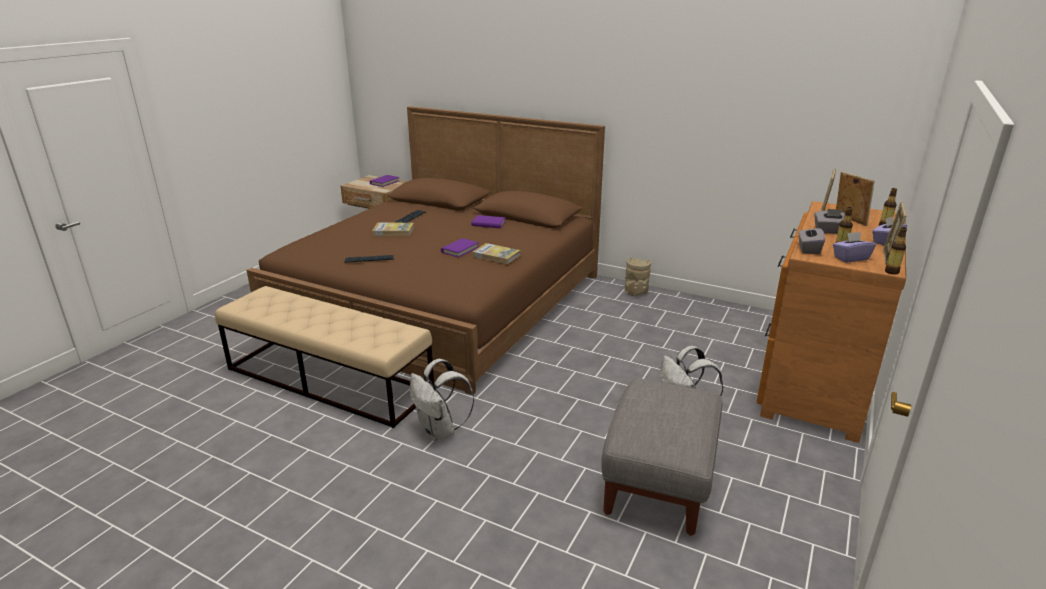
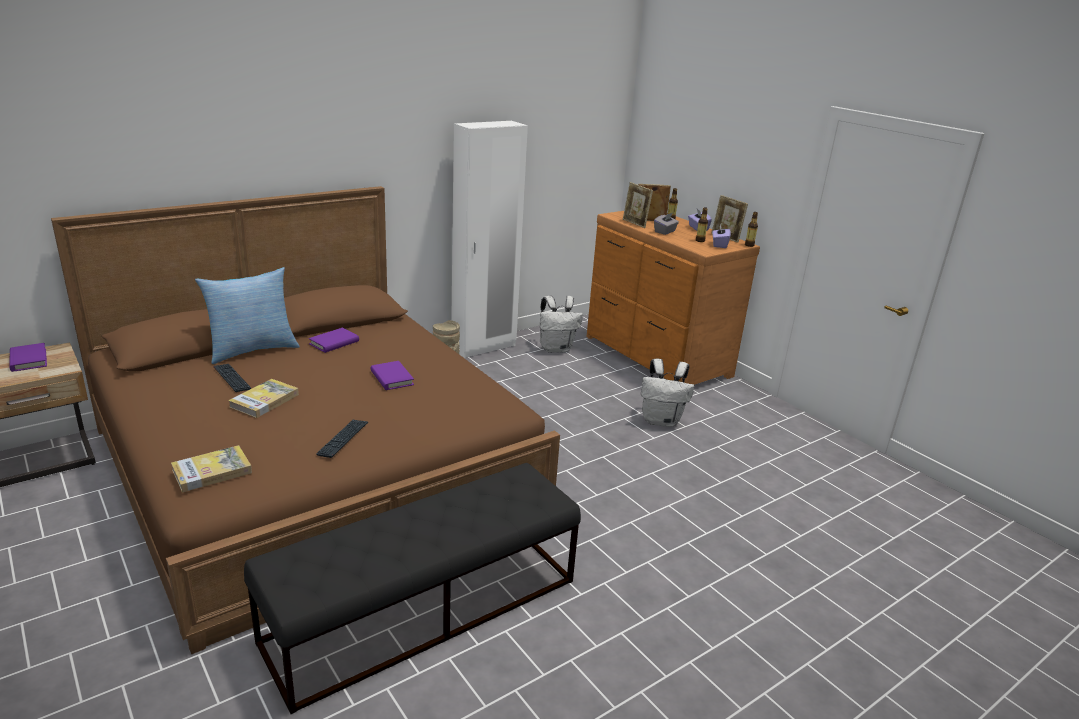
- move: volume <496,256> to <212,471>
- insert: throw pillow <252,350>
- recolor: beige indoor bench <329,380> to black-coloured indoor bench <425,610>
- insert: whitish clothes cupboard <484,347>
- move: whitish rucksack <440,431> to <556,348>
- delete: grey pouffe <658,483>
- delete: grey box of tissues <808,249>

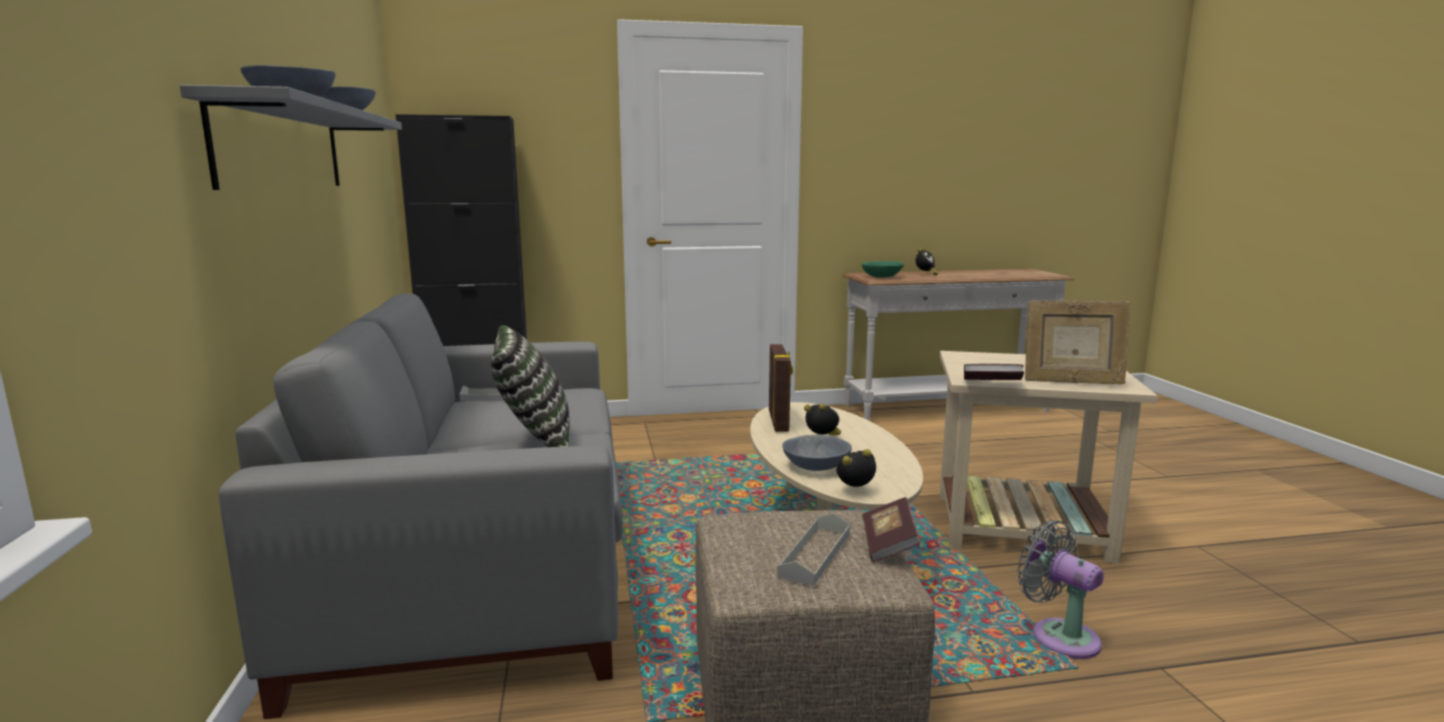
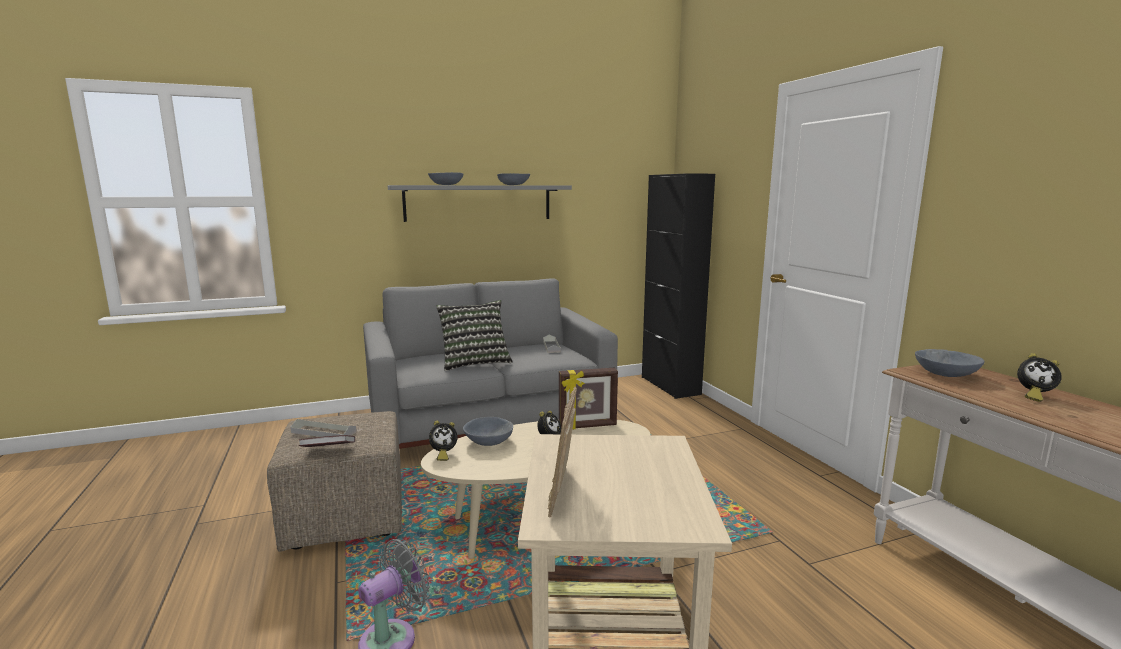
- rotate: bedside clock <856,491> = <443,455> 90 degrees clockwise
- recolor: green-coloured deep dish <882,277> to grey deep dish <945,374>
- delete: volume <992,385>

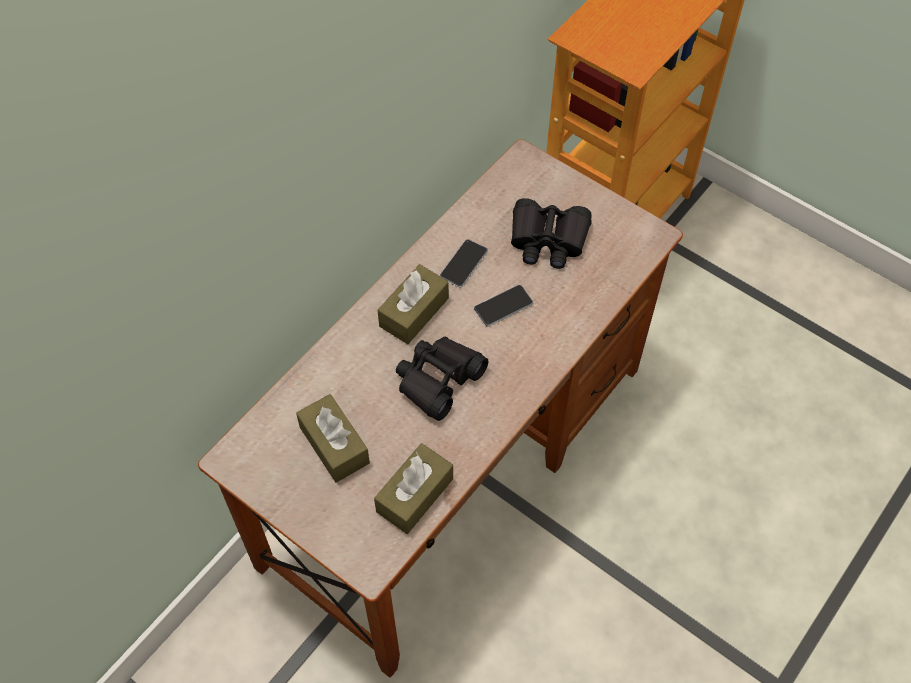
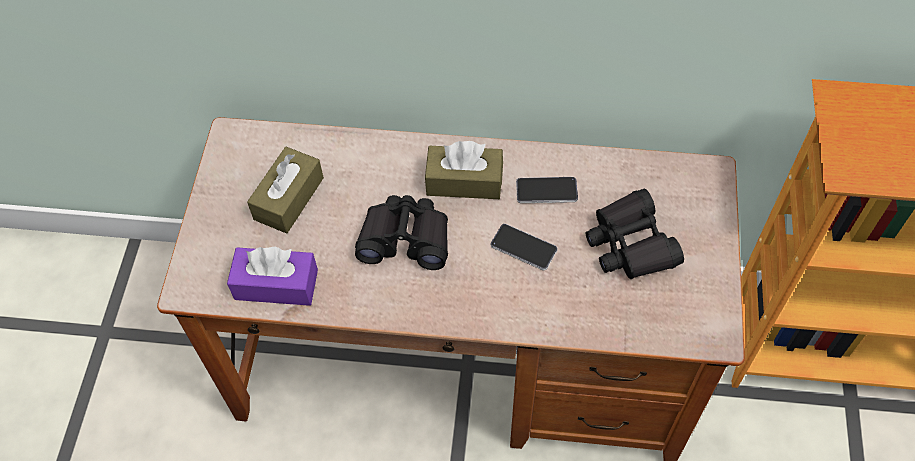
- recolor: brownish box of tissues <414,495> to purplish box of tissues <276,284>

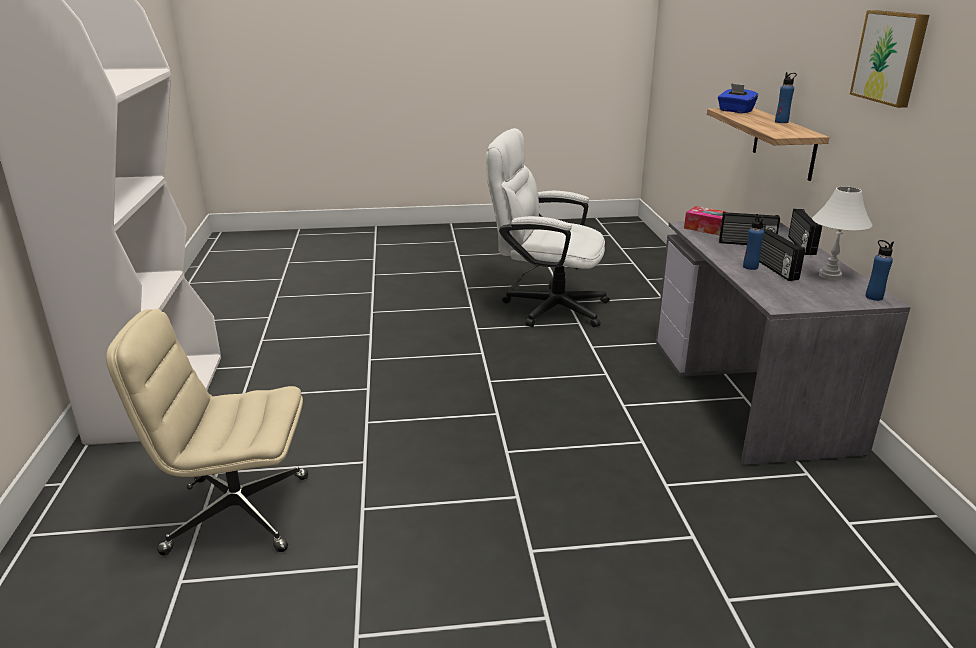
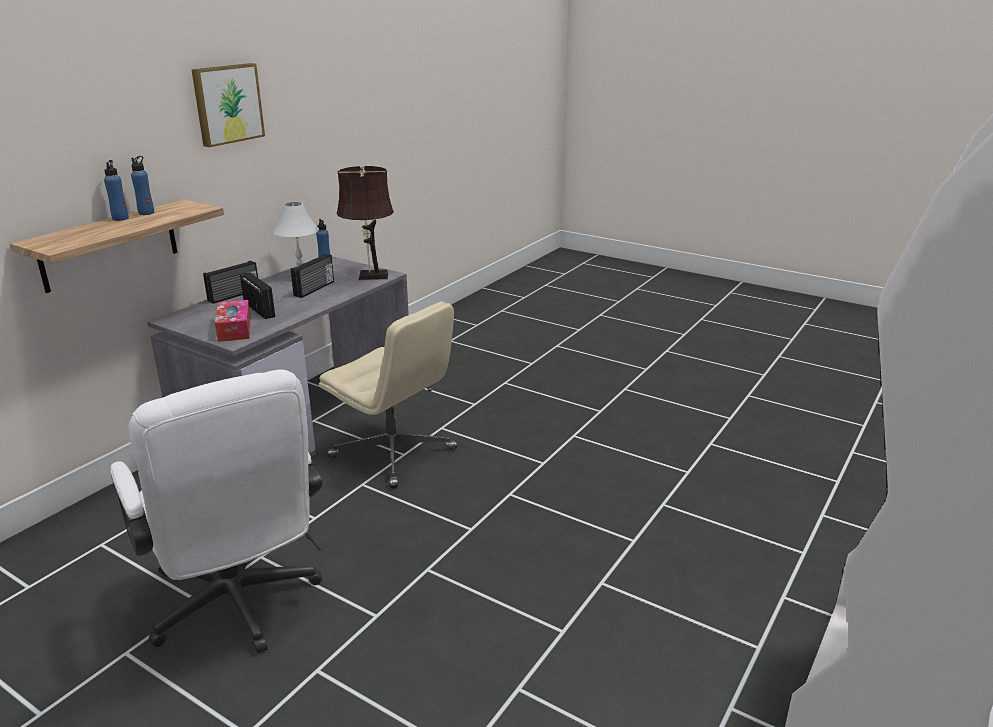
- move: blue beverage bottle <750,267> to <146,213>
- move: beige desk chair <236,514> to <394,454>
- insert: brownish tabletop lamp <370,276>
- delete: blue box of tissues <735,111>

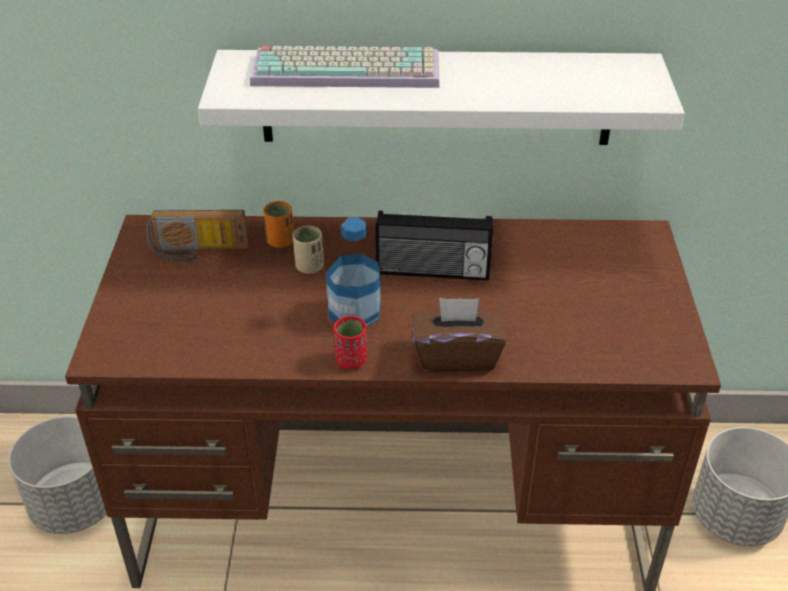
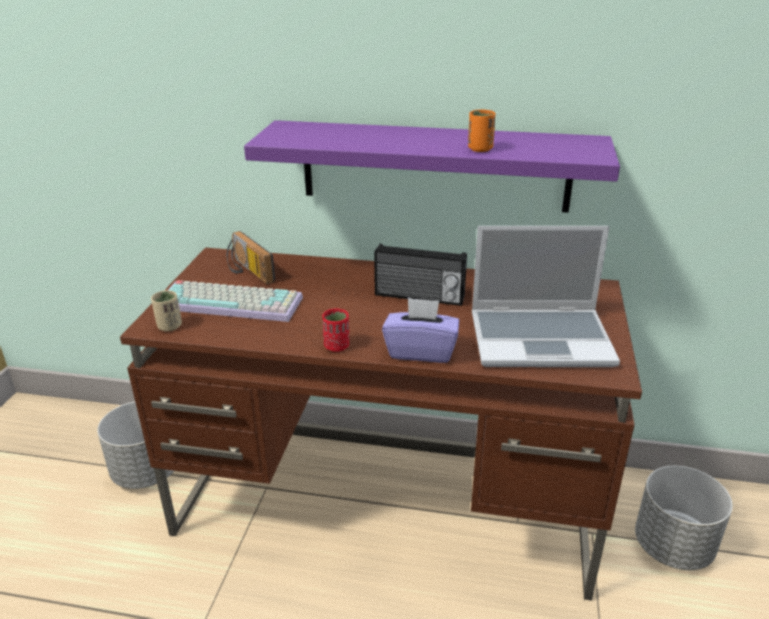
- move: beige drinking cup <309,267> to <169,326>
- move: computer keyboard <349,69> to <232,302>
- rotate: radio set <198,251> = <247,271> 45 degrees clockwise
- recolor: whitish shelf <437,97> to purplish shelf <434,166>
- recolor: brownish box of tissues <456,356> to purplish box of tissues <421,351>
- move: orangey drinking cup <280,241> to <480,149>
- insert: laptop <541,339>
- delete: beverage bottle <354,312>

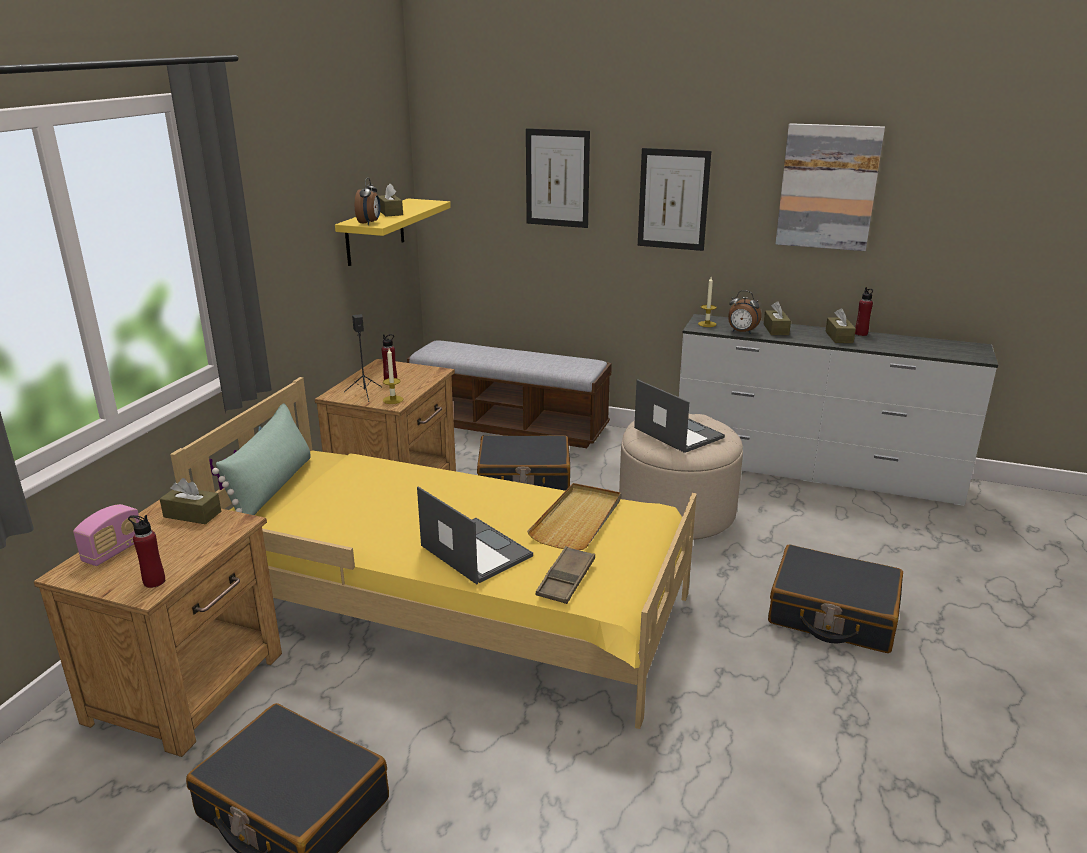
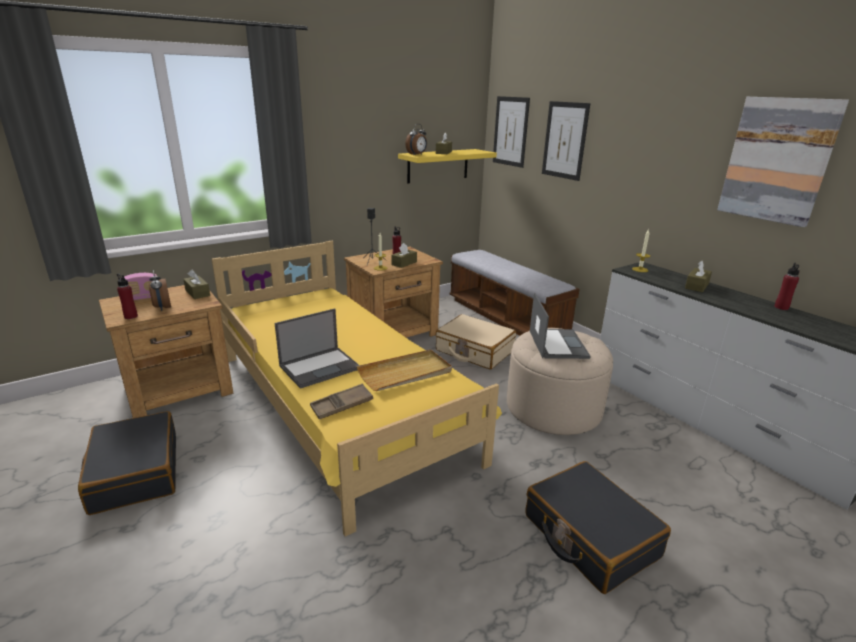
- move: bedside clock <741,332> to <162,308>
- rotate: laptop <474,551> = <320,367> 60 degrees clockwise
- move: brownish box of tissues <839,337> to <404,263>
- recolor: black-coloured piece of luggage <524,479> to beige piece of luggage <474,351>
- move: wall art <673,199> to <510,131>
- delete: green-coloured throw pillow <272,487>

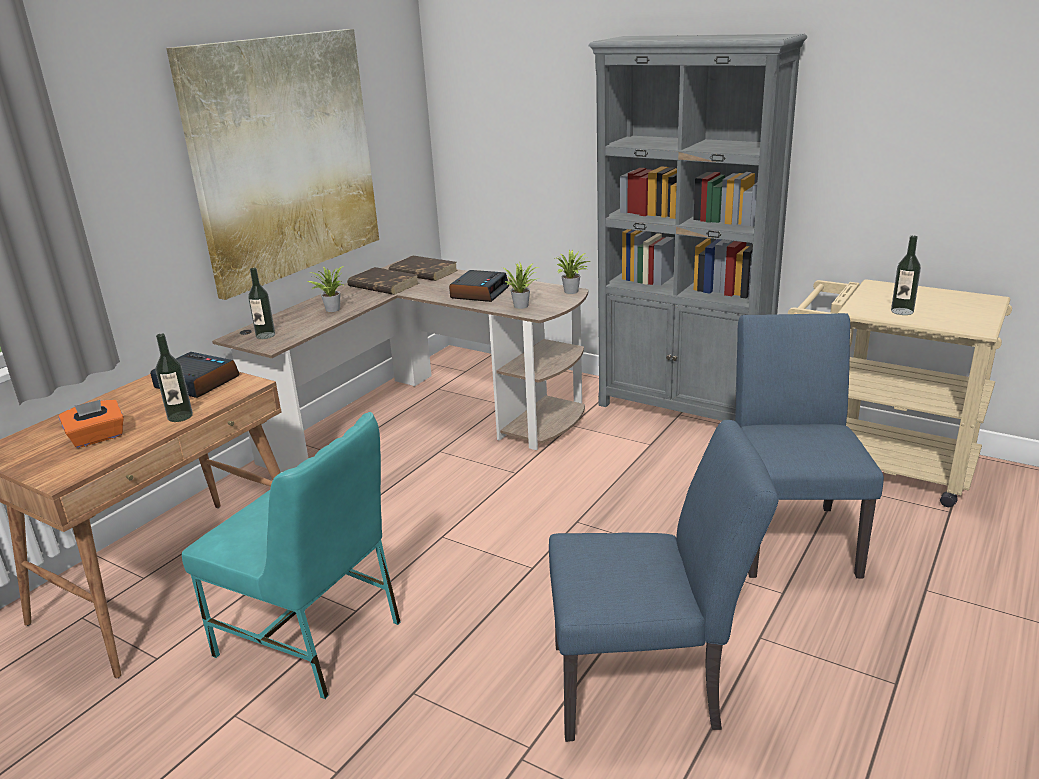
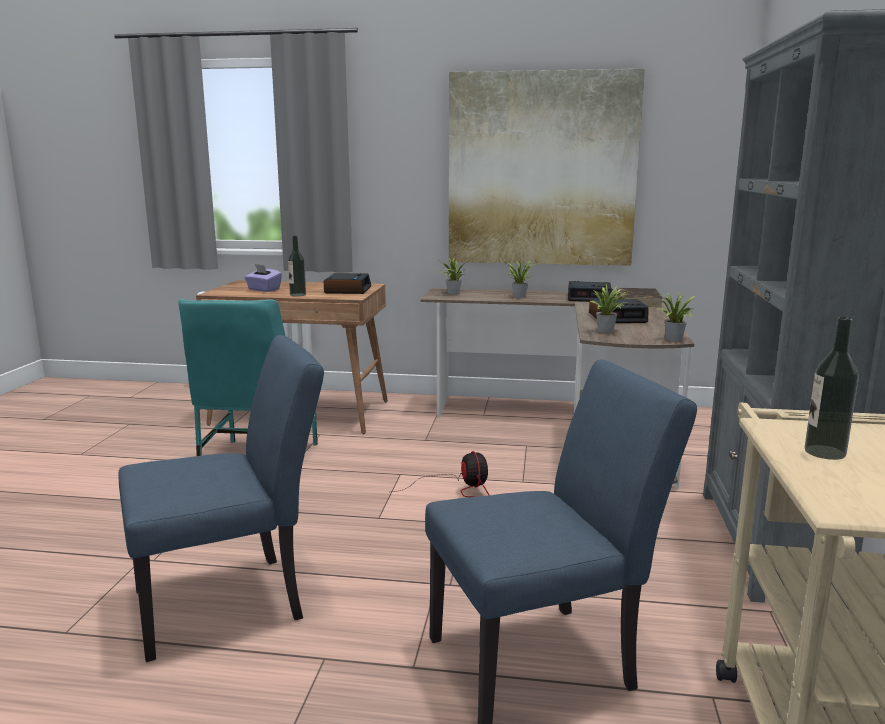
- rotate: blue plain chair <649,685> = <233,601> 90 degrees counterclockwise
- recolor: orangey box of tissues <97,438> to purplish box of tissues <263,289>
- insert: fan <457,488>
- replace: beverage bottle <265,335> to plant in a pot <452,293>
- replace: brownish volume <383,285> to bedside clock <589,298>

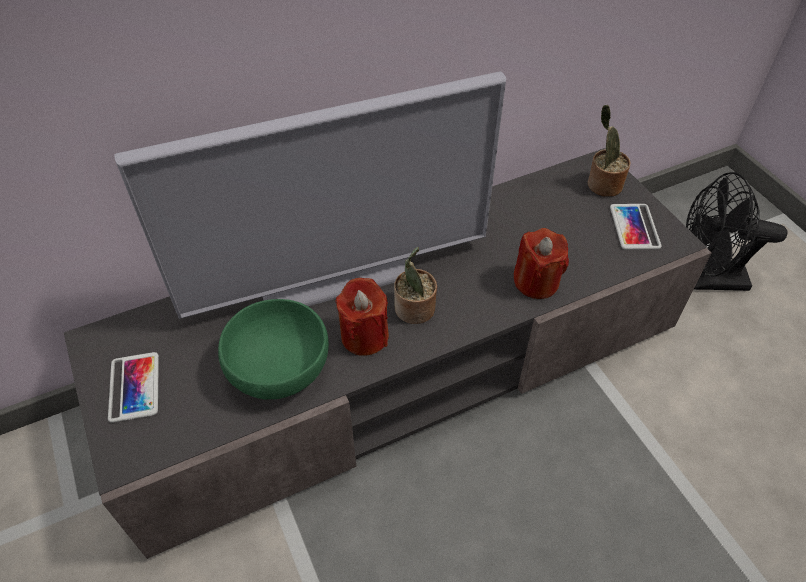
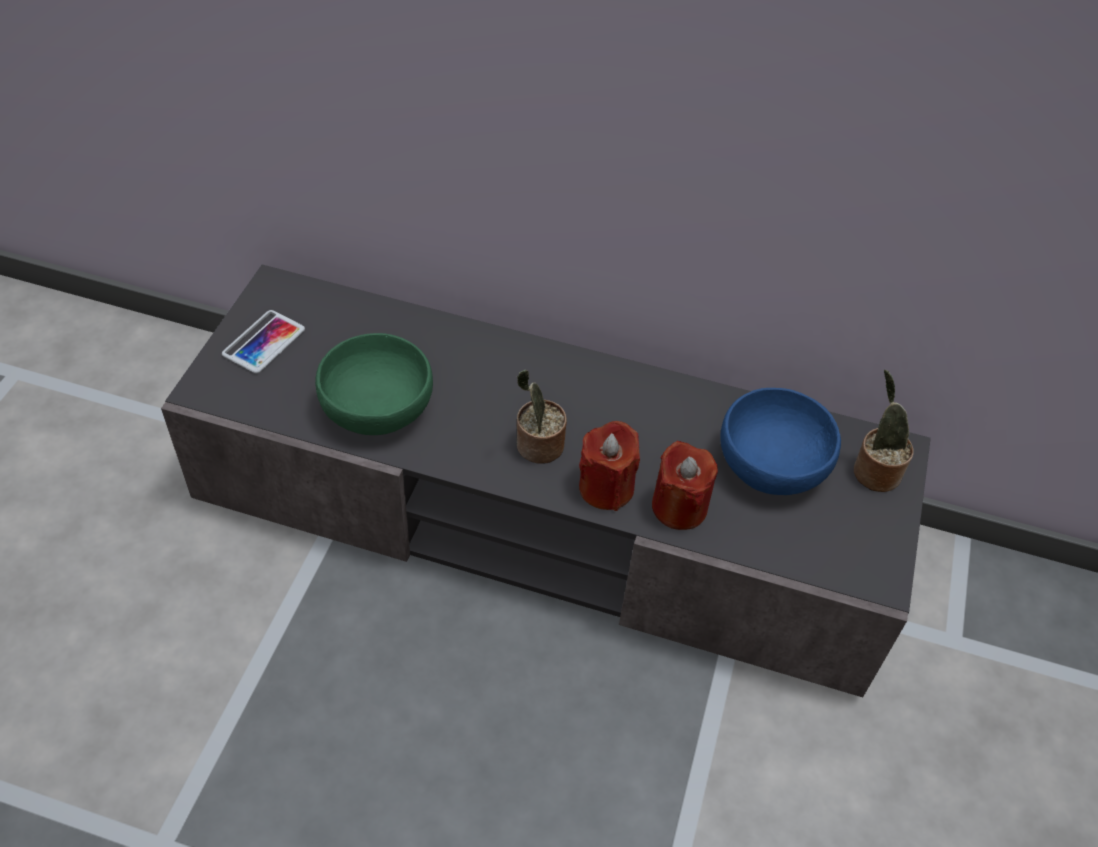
- move: reddish wax light <364,336> to <606,487>
- insert: blue deep dish <770,463>
- delete: television <336,276>
- delete: telephone <634,227>
- delete: black-coloured fan <706,279>

